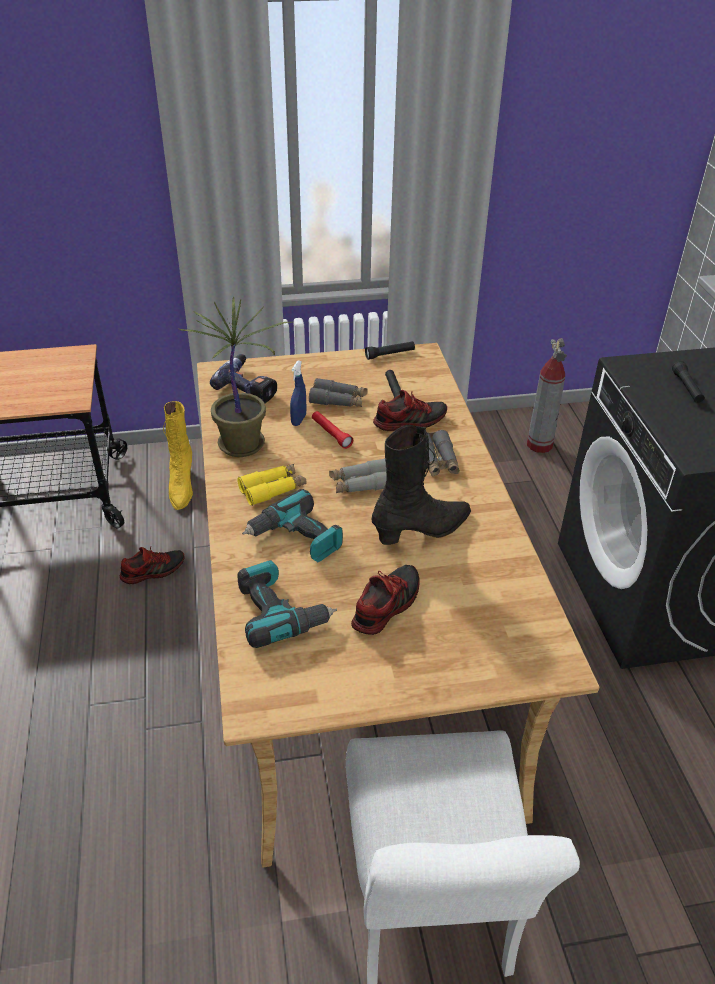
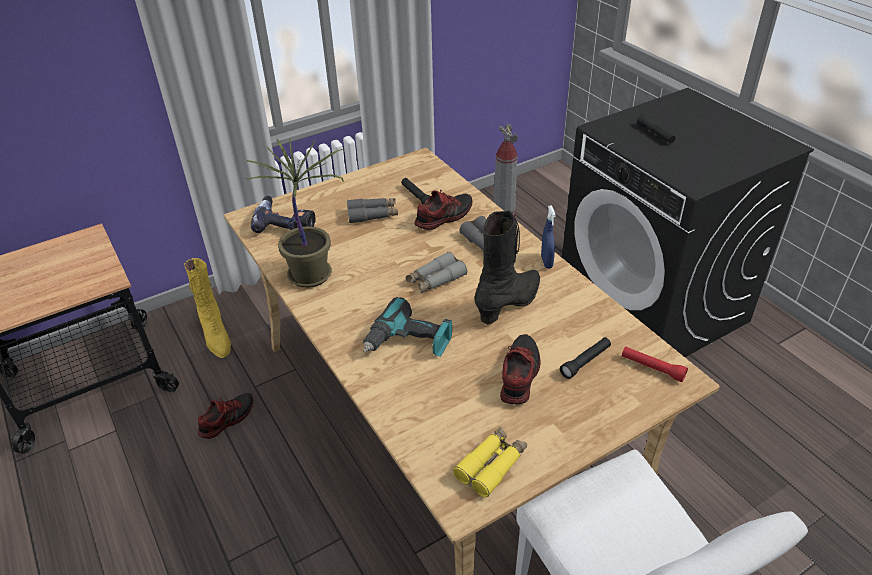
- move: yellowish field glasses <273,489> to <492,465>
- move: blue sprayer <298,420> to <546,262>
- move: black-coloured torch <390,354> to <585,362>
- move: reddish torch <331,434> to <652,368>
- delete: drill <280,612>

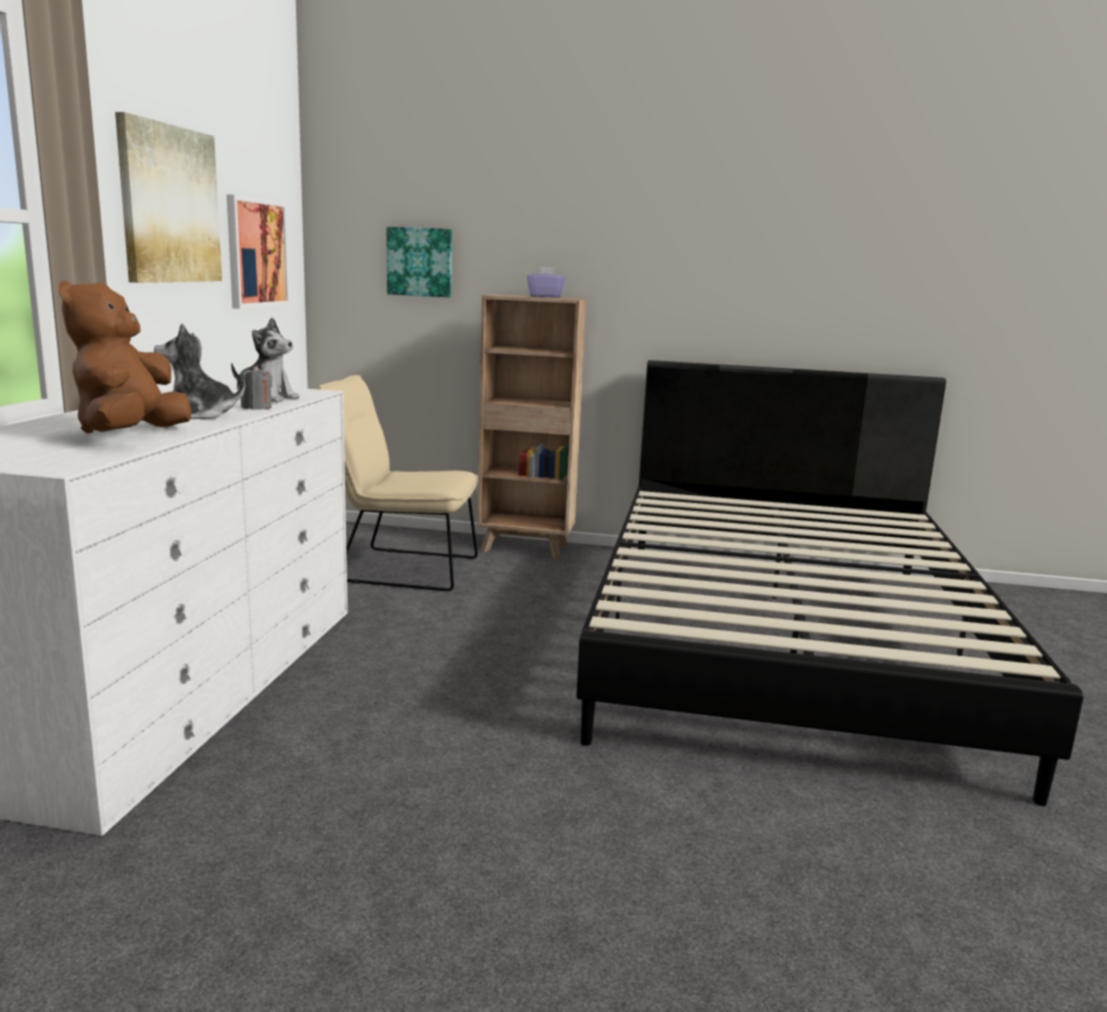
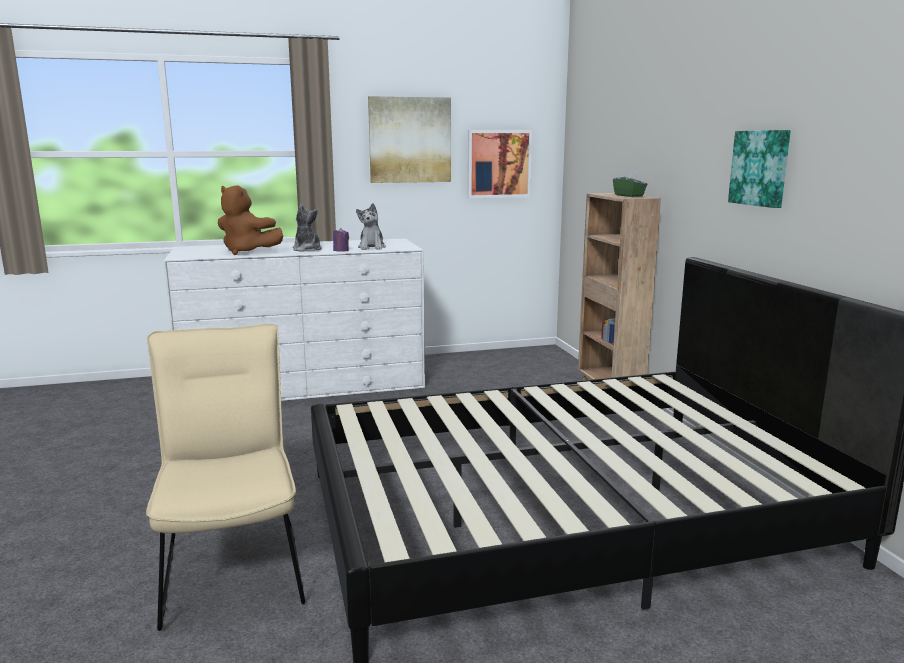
- move: beige plain chair <399,568> to <233,566>
- rotate: brownish soft toy <130,435> = <247,252> 135 degrees counterclockwise
- recolor: grey wax light <256,408> to purplish wax light <341,250>
- recolor: purplish box of tissues <545,297> to green-coloured box of tissues <629,196>
- move: wall art <420,262> to <760,168>

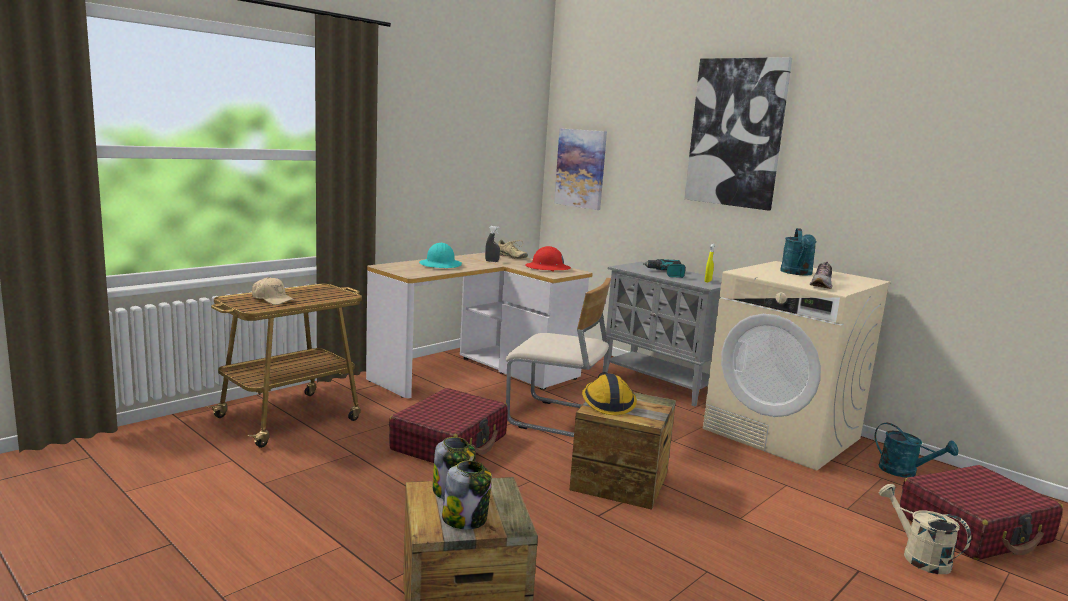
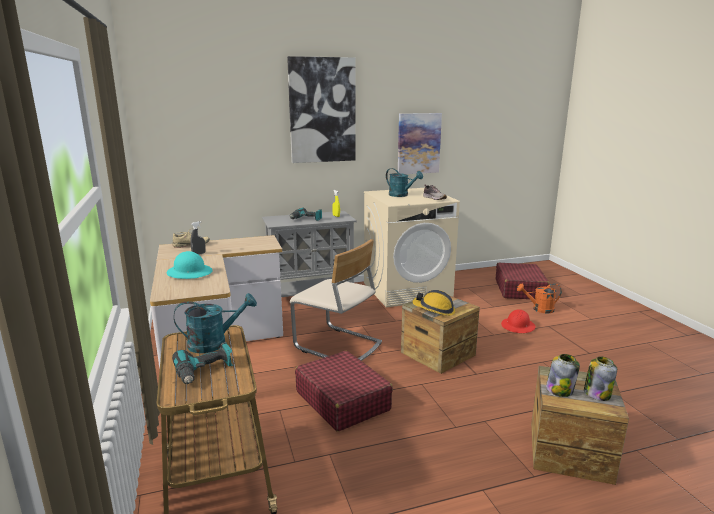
- replace: beige baseball cap <273,299> to drill <205,371>
- move: blue-green watering can <905,472> to <214,343>
- rotate: beige plain chair <560,420> = <337,346> 75 degrees clockwise
- move: wall art <581,168> to <418,143>
- move: reddish hard hat <547,268> to <518,326>
- recolor: beige watering can <918,556> to orangey watering can <539,309>

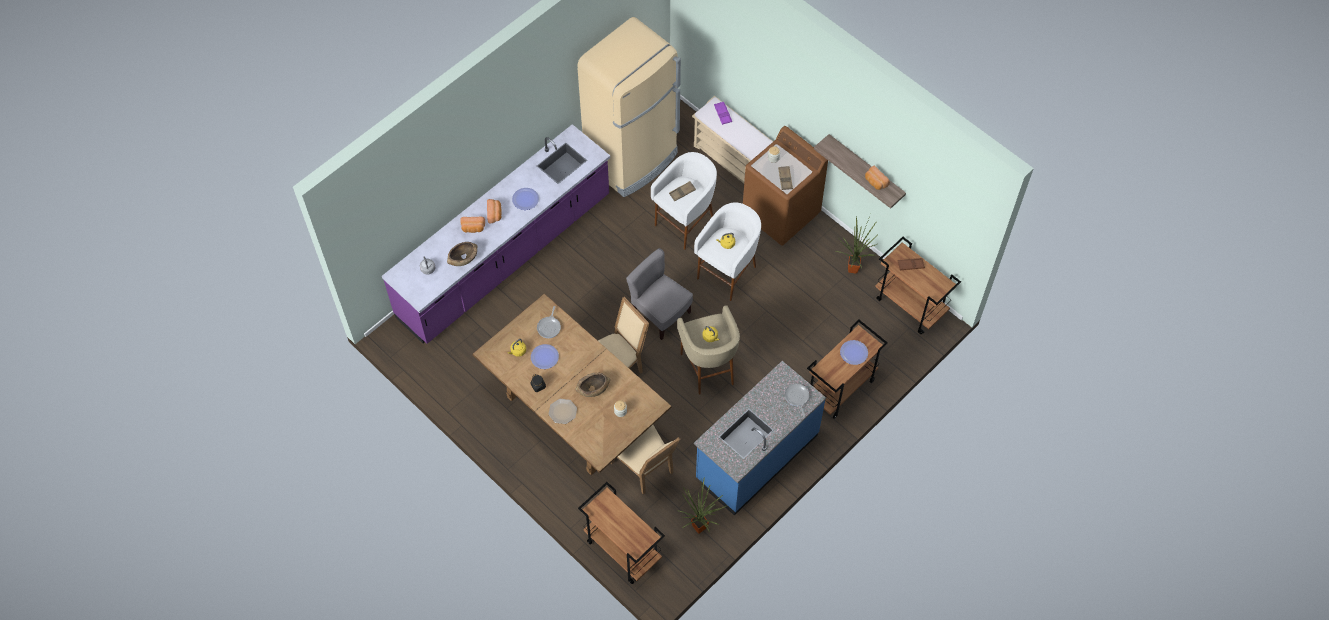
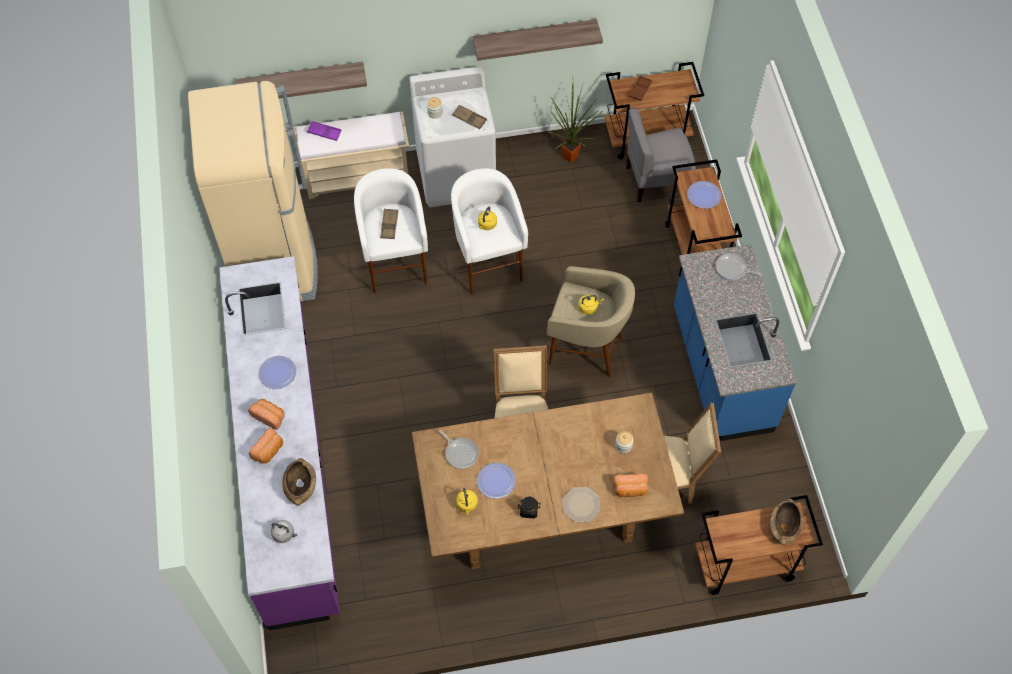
- insert: shelf <301,79>
- recolor: brownish washing machine <781,214> to whitish washing machine <456,175>
- move: baked bread <875,182> to <630,489>
- move: grey plain chair <660,313> to <656,180>
- move: brownish deep dish <593,388> to <784,526>
- delete: plant in a pot <701,527>

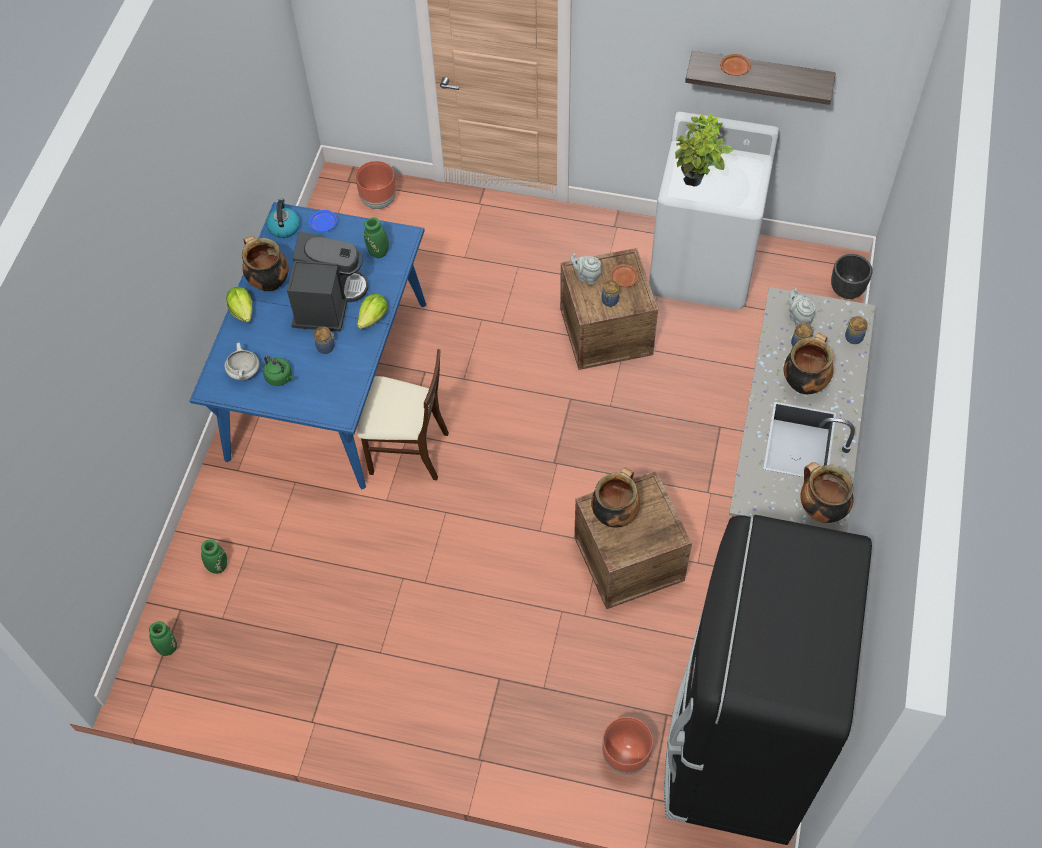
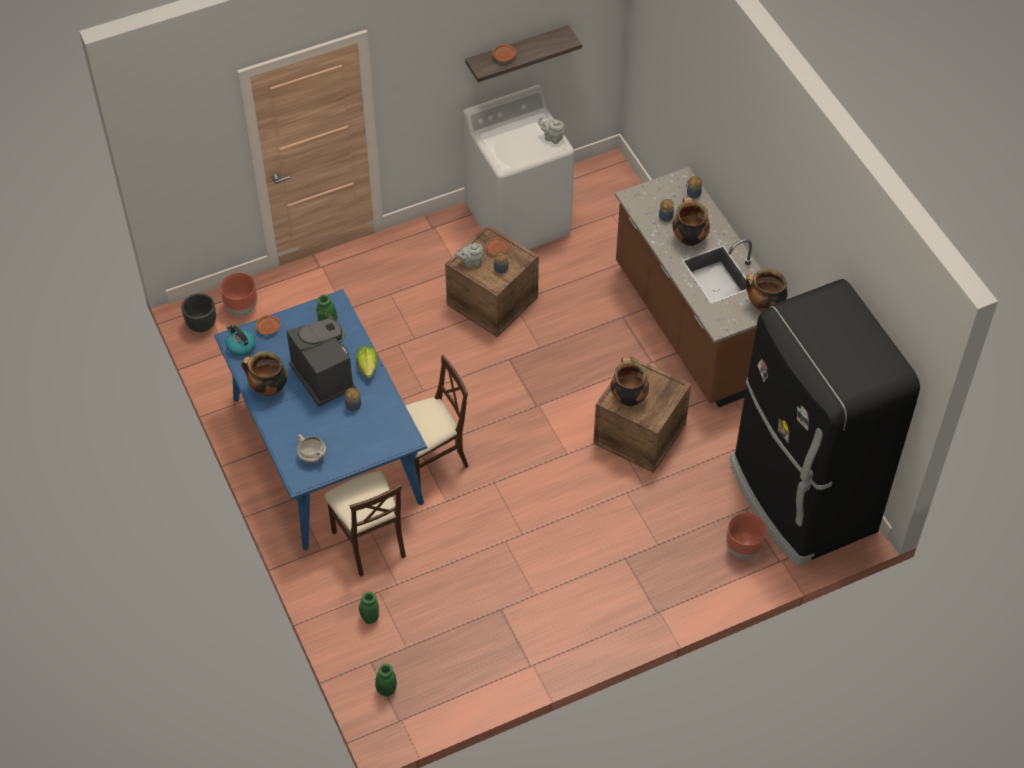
- move: black-coloured flower pot <847,291> to <202,325>
- recolor: blue dinner plate <324,224> to brownish dinner plate <268,327>
- insert: beige plain chair <369,542>
- move: grey teapot <798,318> to <552,138>
- delete: lettuce <243,311>
- delete: green-coloured kettle <280,377>
- delete: plant in a pot <696,183>

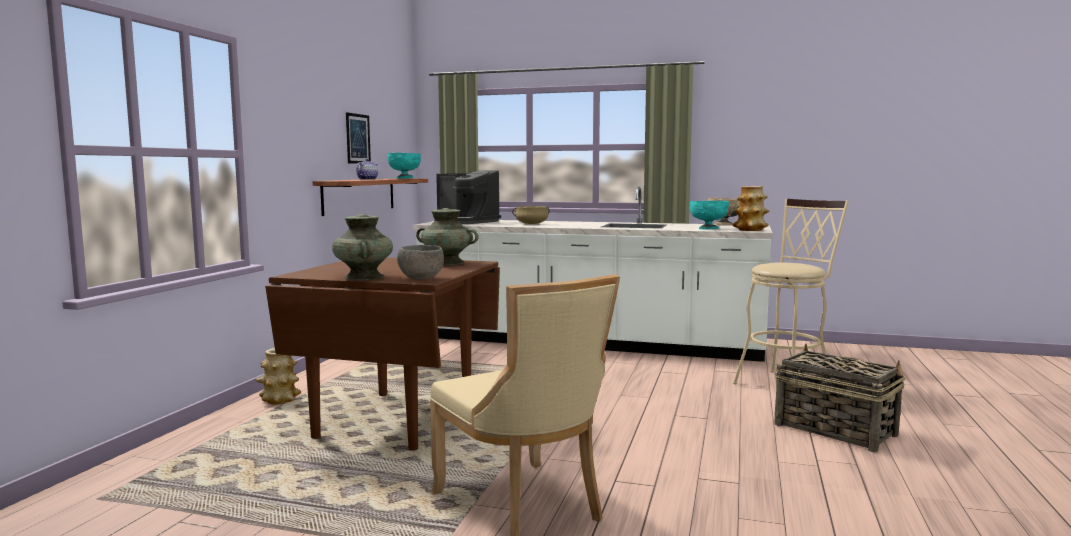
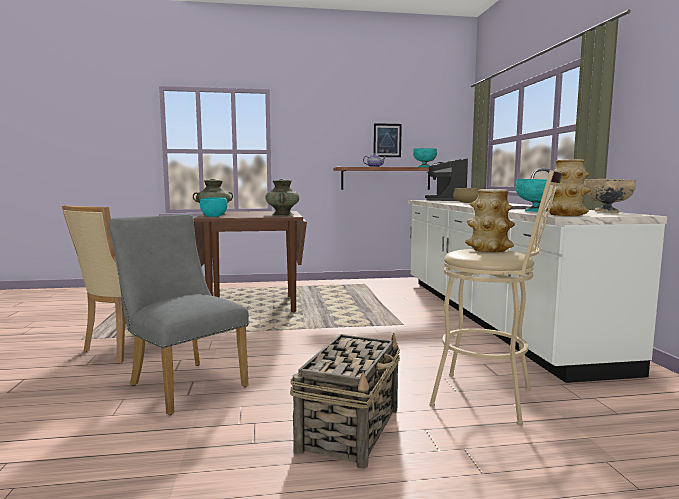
- insert: grey plain chair <183,383>
- recolor: grey deep dish <420,279> to blue-green deep dish <213,216>
- move: vase <279,400> to <488,250>

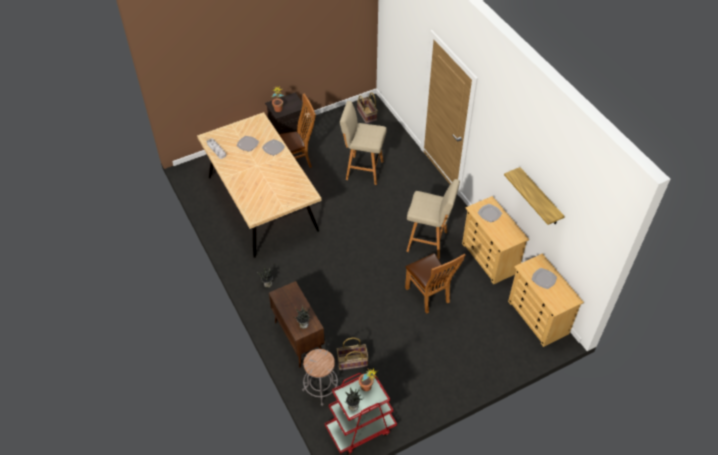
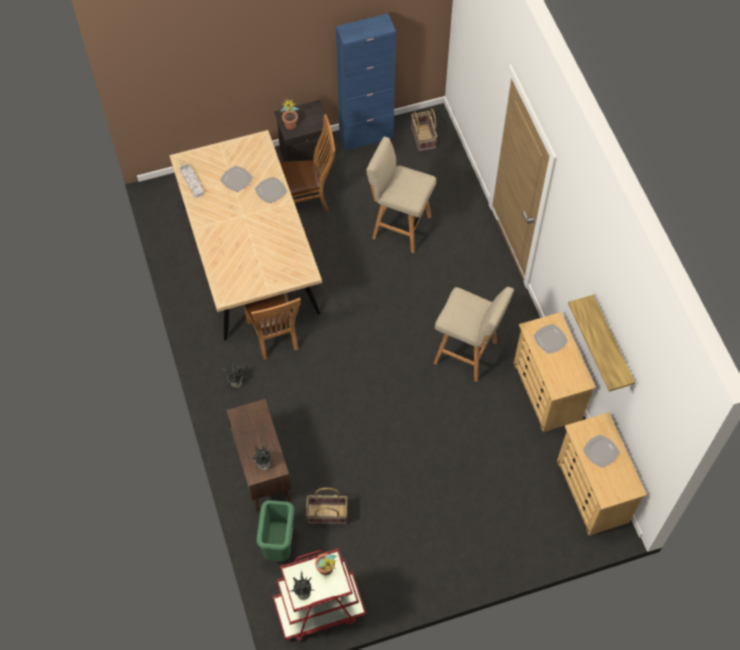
- move: brownish plain chair <429,296> to <274,337>
- replace: grey stool seat <321,388> to green-coloured rubbish bin <278,545>
- insert: blue cupboard <366,136>

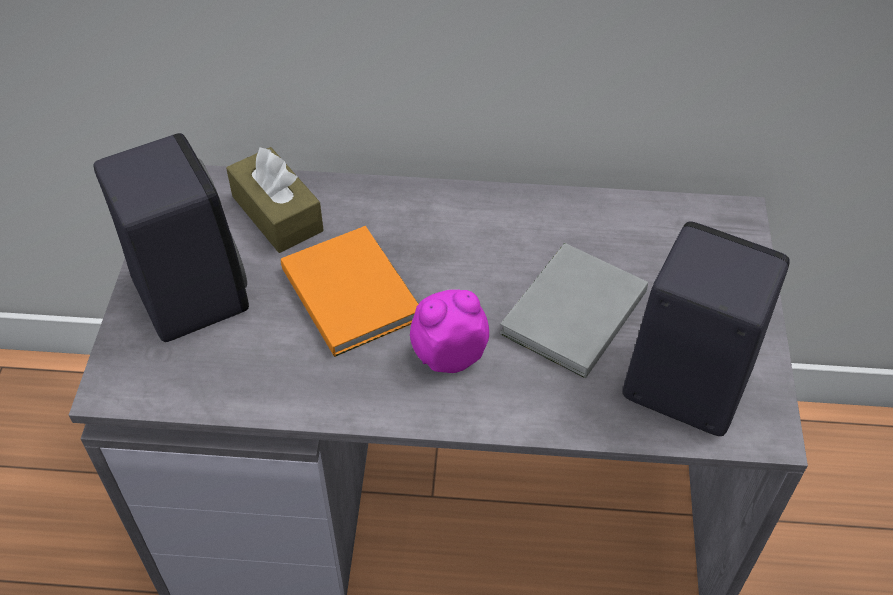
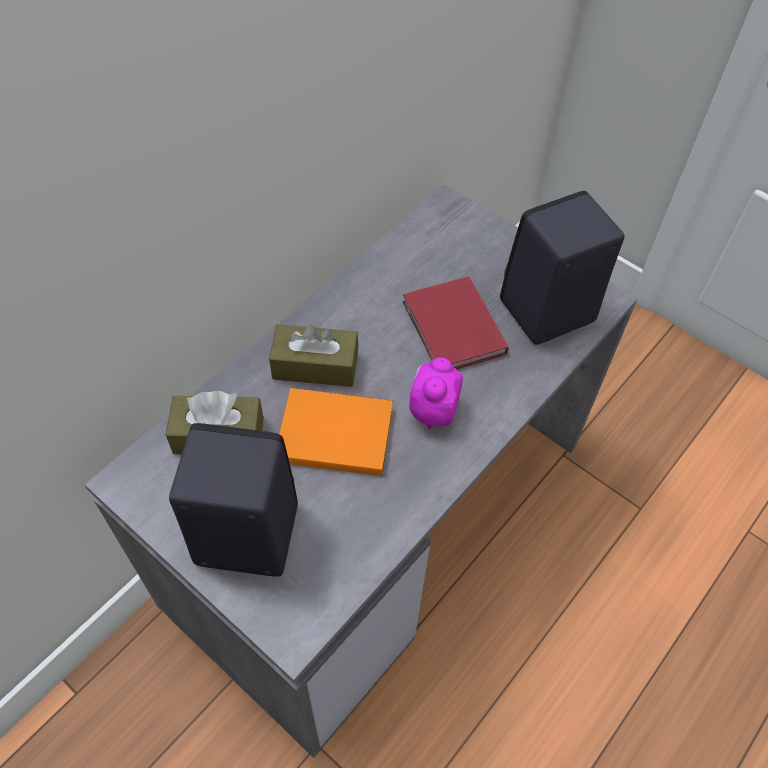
- insert: brownish box of tissues <315,366>
- recolor: grey volume <570,314> to reddish volume <453,330>

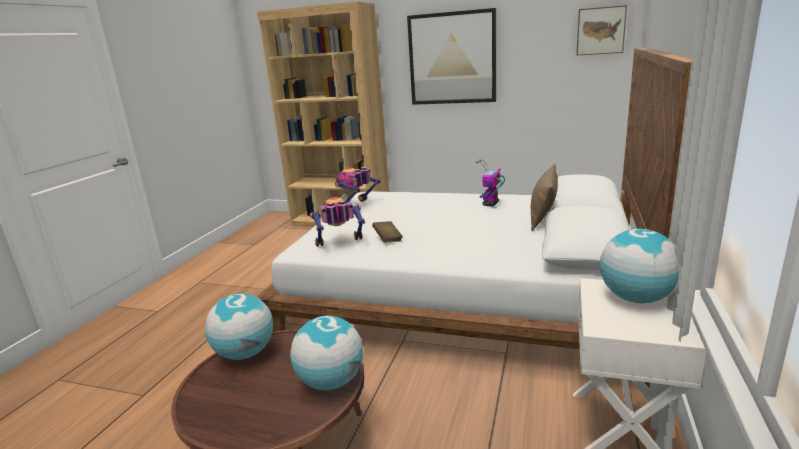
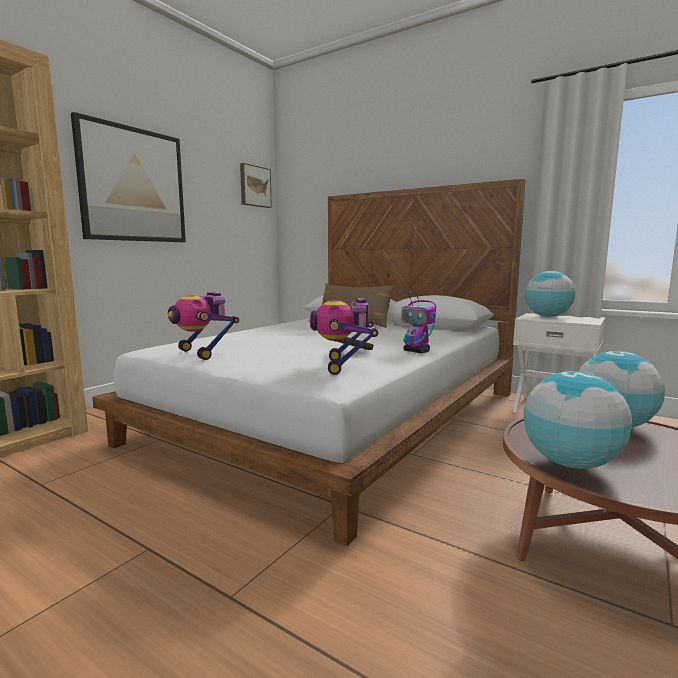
- move: robot figure <490,204> to <417,351>

